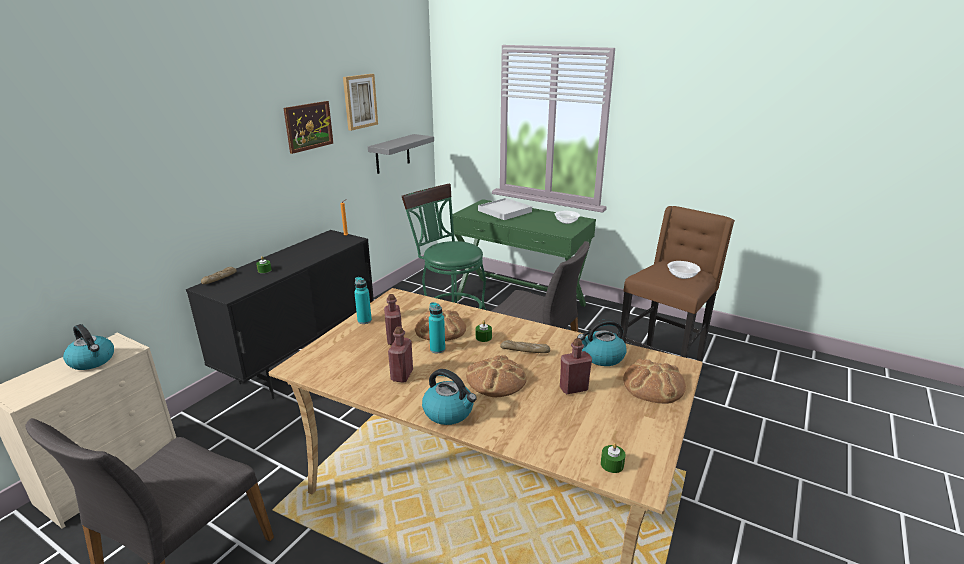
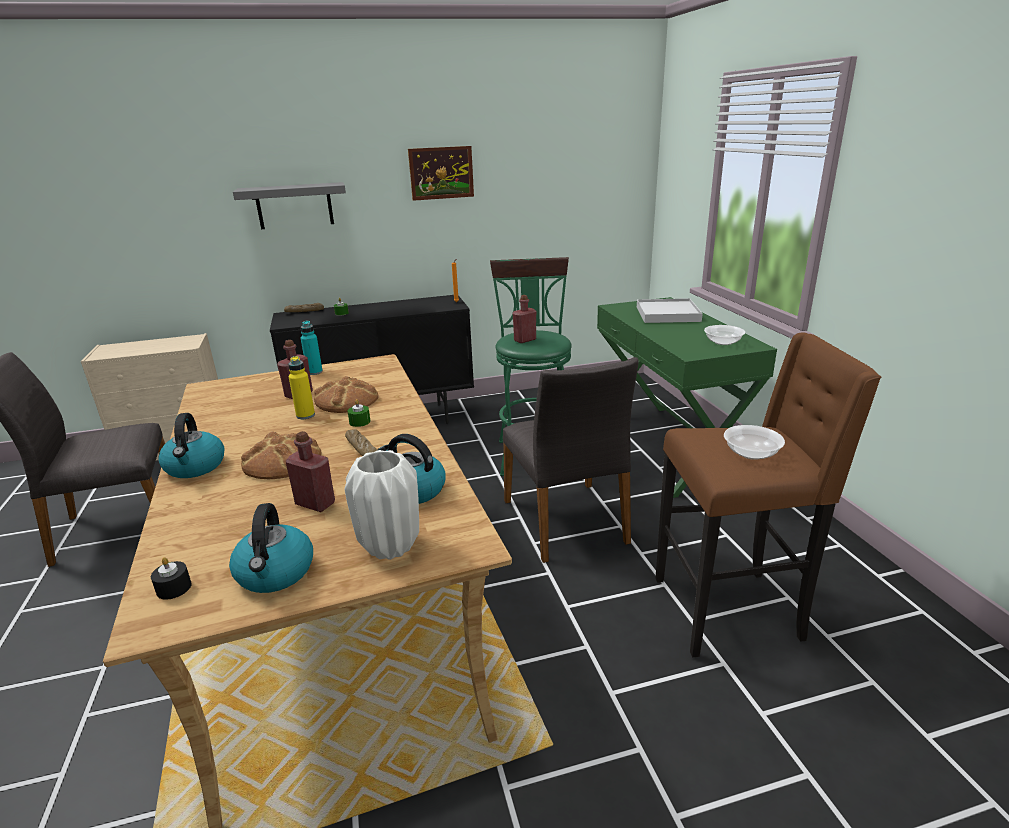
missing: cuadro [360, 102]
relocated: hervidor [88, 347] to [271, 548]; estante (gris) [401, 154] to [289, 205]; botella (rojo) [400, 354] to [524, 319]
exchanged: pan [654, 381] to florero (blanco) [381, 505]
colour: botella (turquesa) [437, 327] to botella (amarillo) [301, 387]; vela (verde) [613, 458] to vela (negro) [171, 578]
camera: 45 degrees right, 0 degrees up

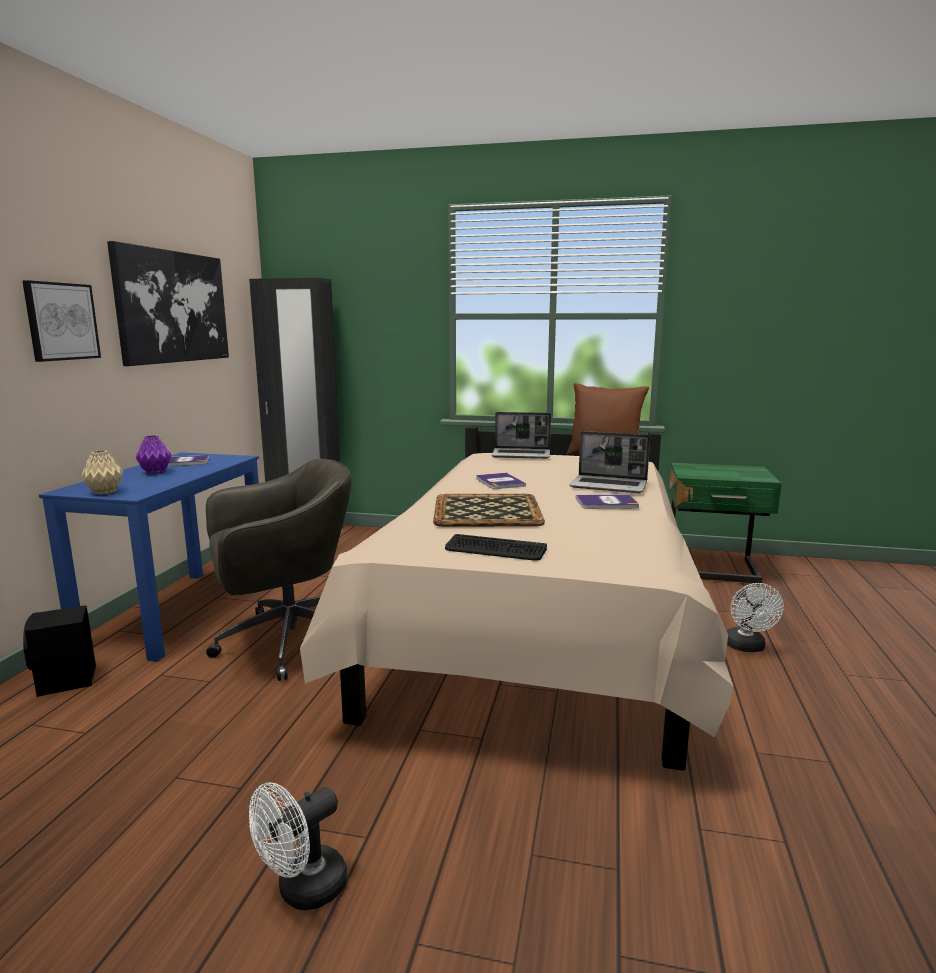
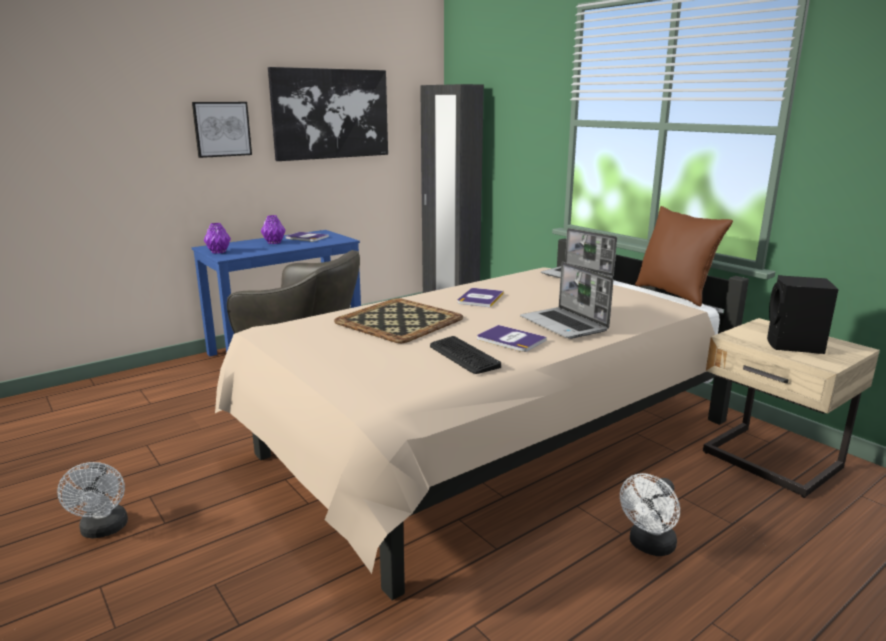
relocated: altavoz (negro) [59, 651] to [803, 314]; teclado [496, 547] to [465, 355]
colour: florero (beis) [102, 472] to florero (morado) [217, 238]; mesita de noche (verde) [725, 524] to mesita de noche (beis) [791, 408]
spun: ventilador (blanco) [298, 846] = [92, 500] 105 degrees counterclockwise
camera: 40 degrees right, 5 degrees up

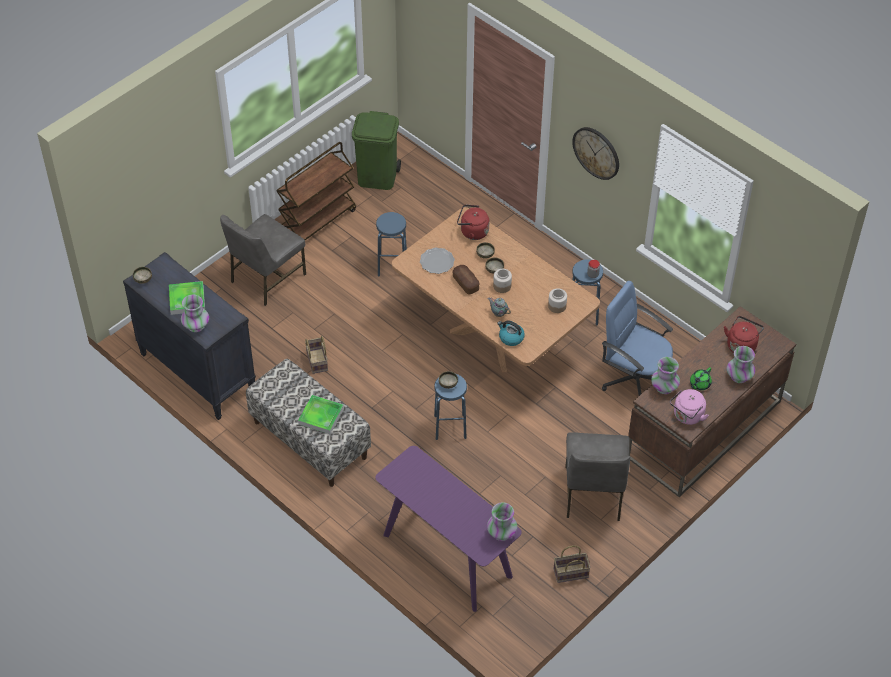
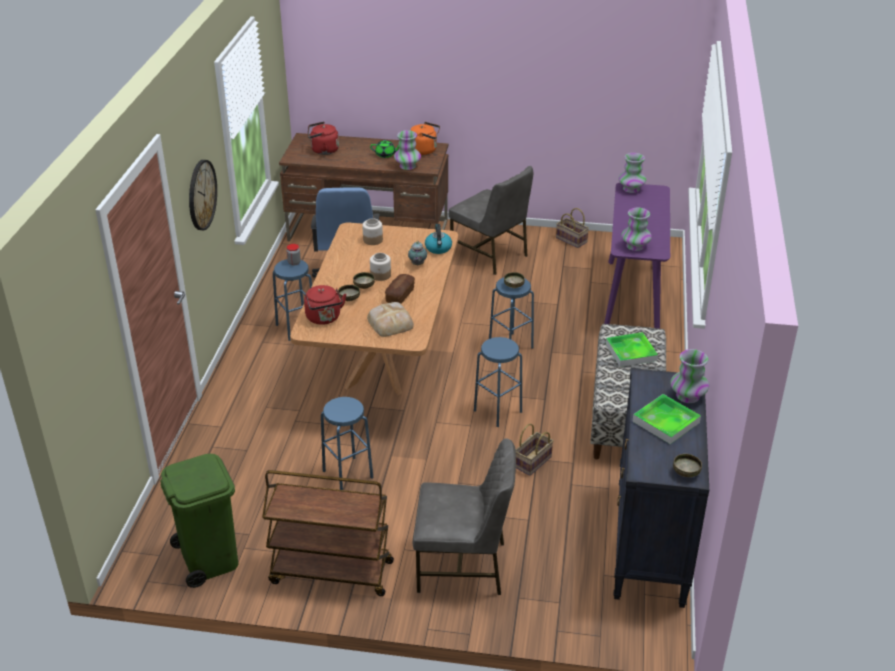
appeared: taburete (azul) [498, 382]
relocated: florero [741, 364] to [636, 229]
exchanged: plato [437, 261] to pan [390, 319]
colour: hervidor (rosa) [689, 407] to hervidor (naranja) [425, 138]
spun: silla (gris) [597, 476] = [491, 220] 75 degrees clockwise
camera: 125 degrees left, 15 degrees down

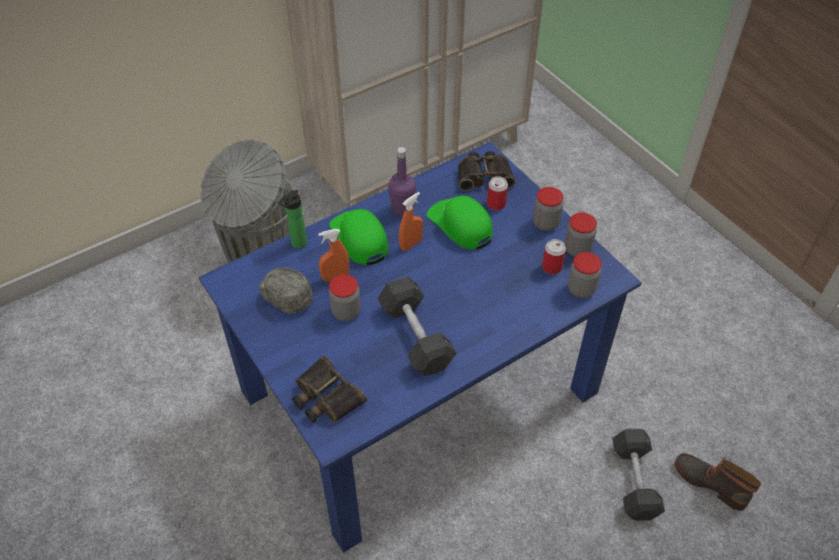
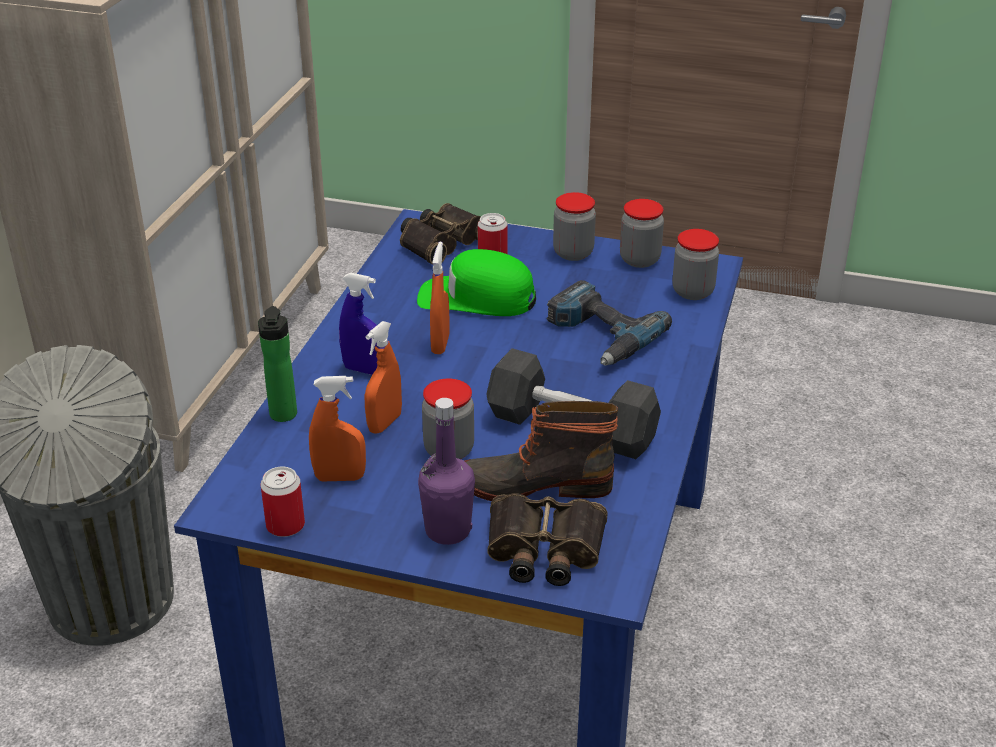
missing: mancuerna (gris) [638, 475]
appeared: taladro [609, 322]
relocated: botella (morado) [402, 181] to [446, 471]; lata [554, 256] to [283, 502]; bota [718, 482] to [541, 451]
exchanged: gorra (gris) [286, 291] to pulverizador (naranja) [337, 429]; gorra (verde) [358, 237] to pulverizador (azul) [358, 324]
camera: 40 degrees left, 15 degrees down

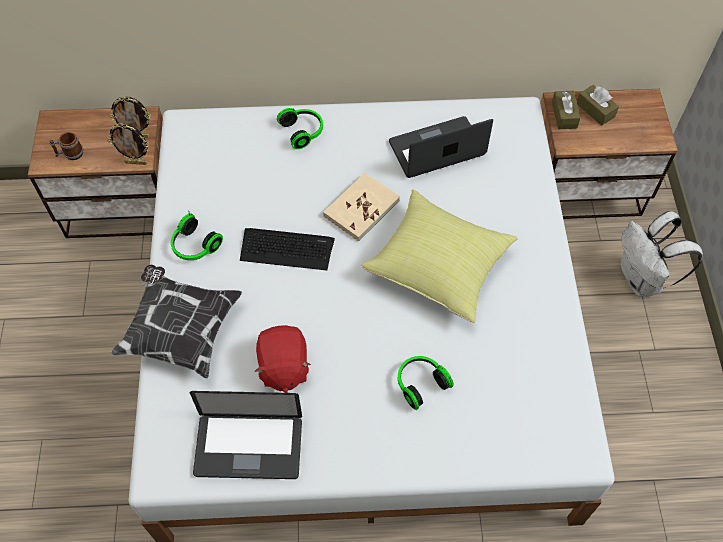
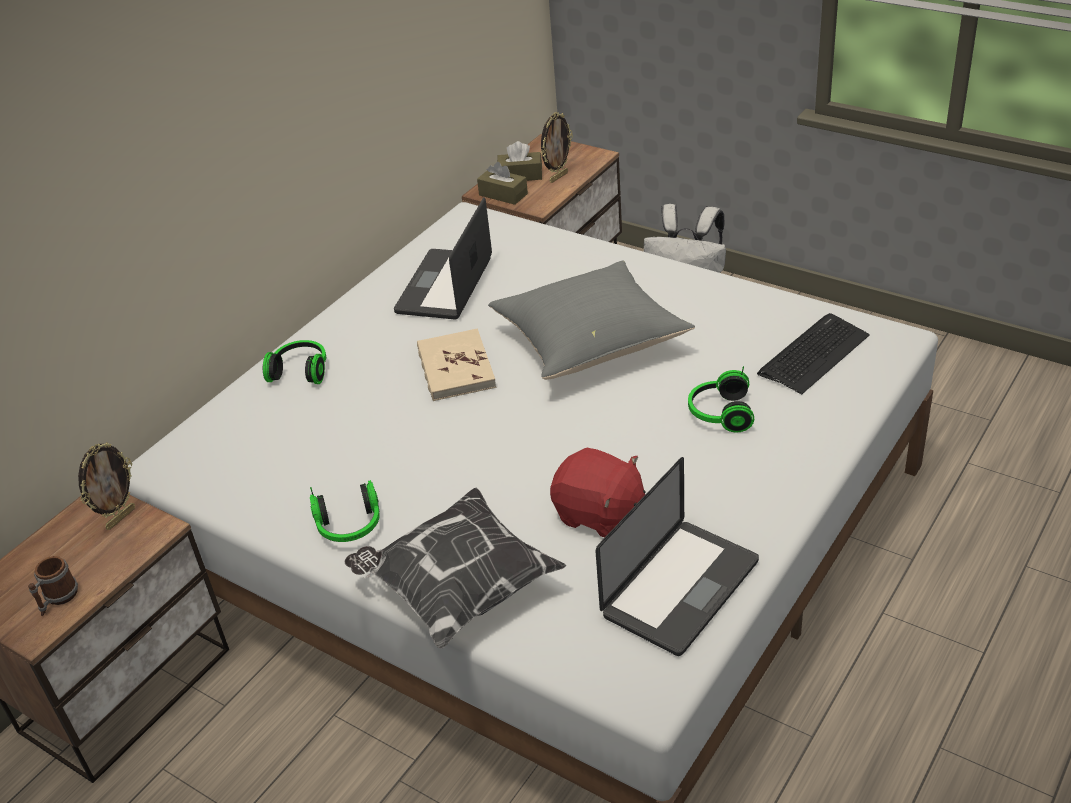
relocated: portarretratos [128, 144] to [557, 147]; teclado [287, 249] to [813, 353]
colour: cojín (amarillo) [439, 256] to cojín (gris) [591, 320]
camera: 50 degrees left, 20 degrees down

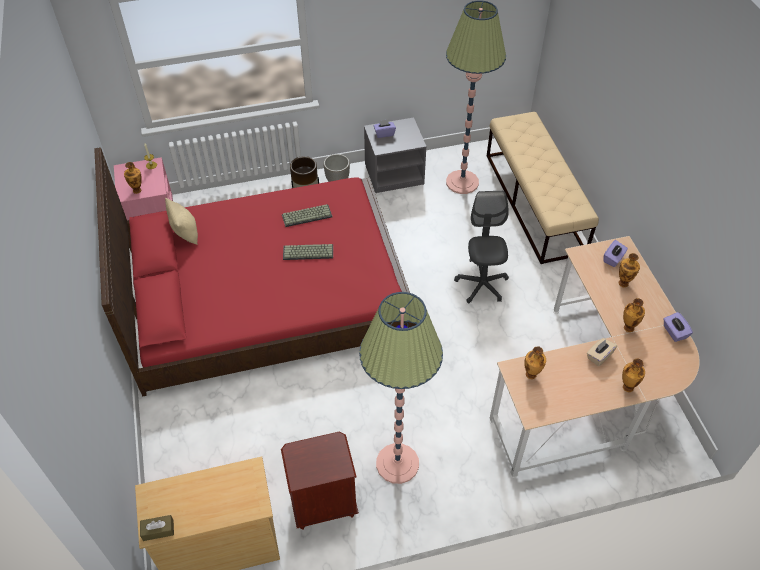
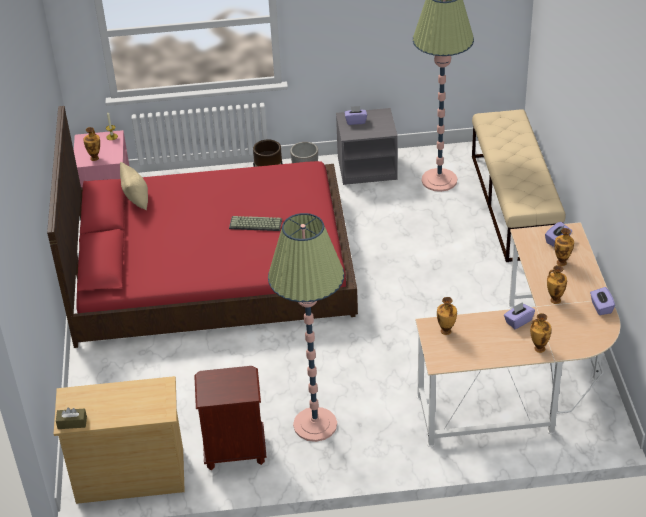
missing: teclado [307, 215]; silla de oficina (gris) [481, 247]
colour: caja de pañuelos (beis) [602, 352] to caja de pañuelos (morado) [519, 315]
camera: 10 degrees right, 10 degrees down

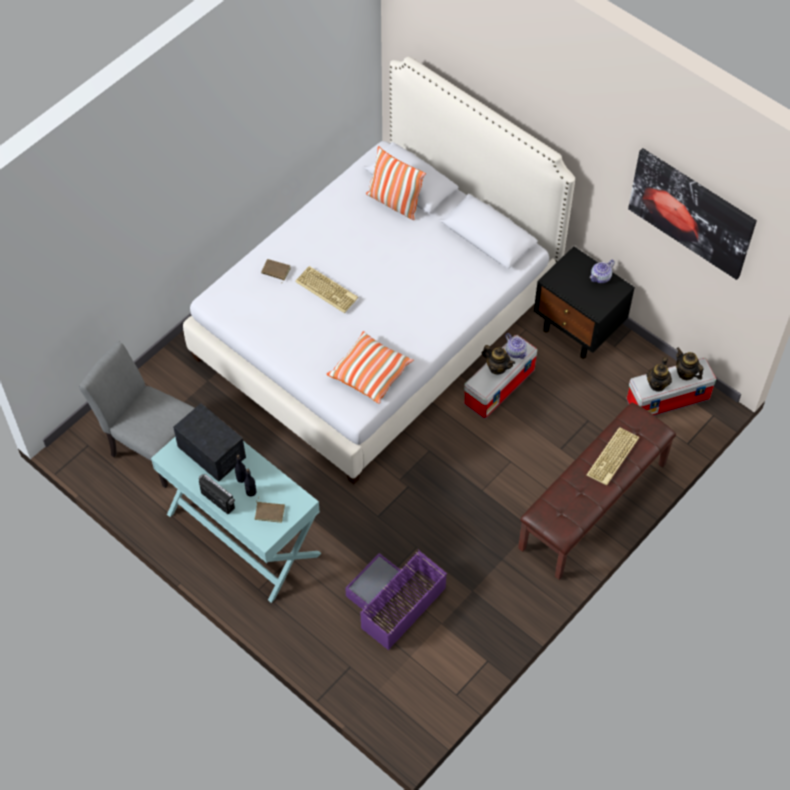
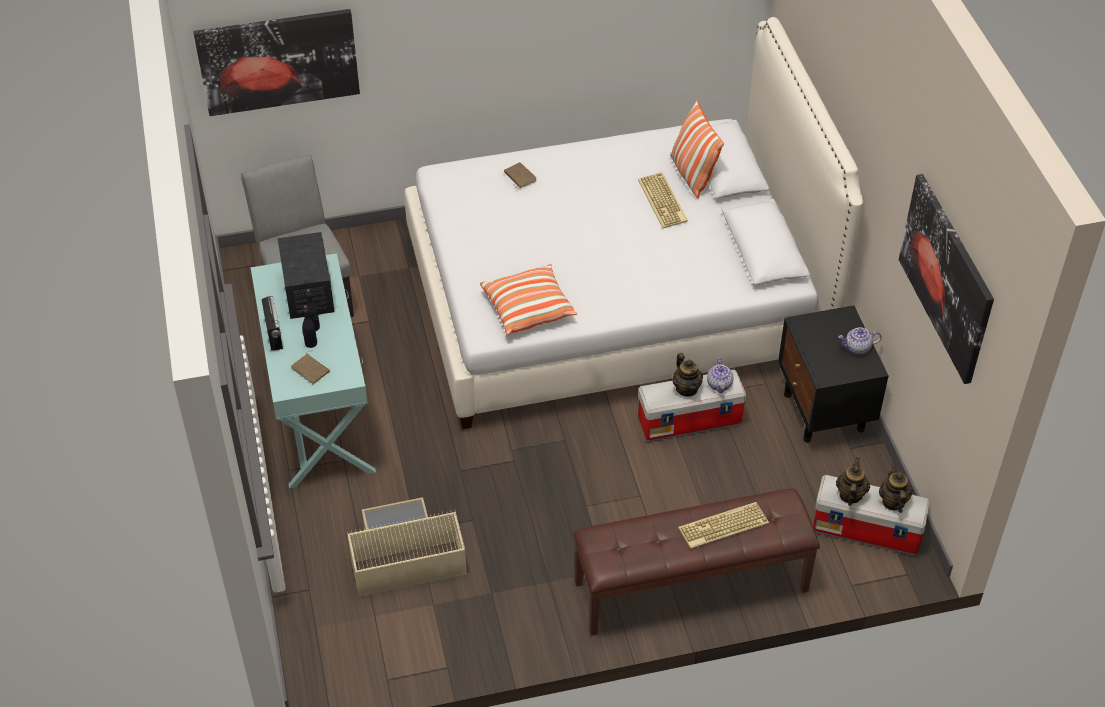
appeared: cuadro [276, 62]
relocated: teclado [326, 289] to [663, 200]
colour: caja de almacenaje (morado) [396, 600] to caja de almacenaje (beis) [407, 547]
spun: tetera [659, 374] = [853, 481] 135 degrees clockwise
camera: 35 degrees right, 10 degrees down

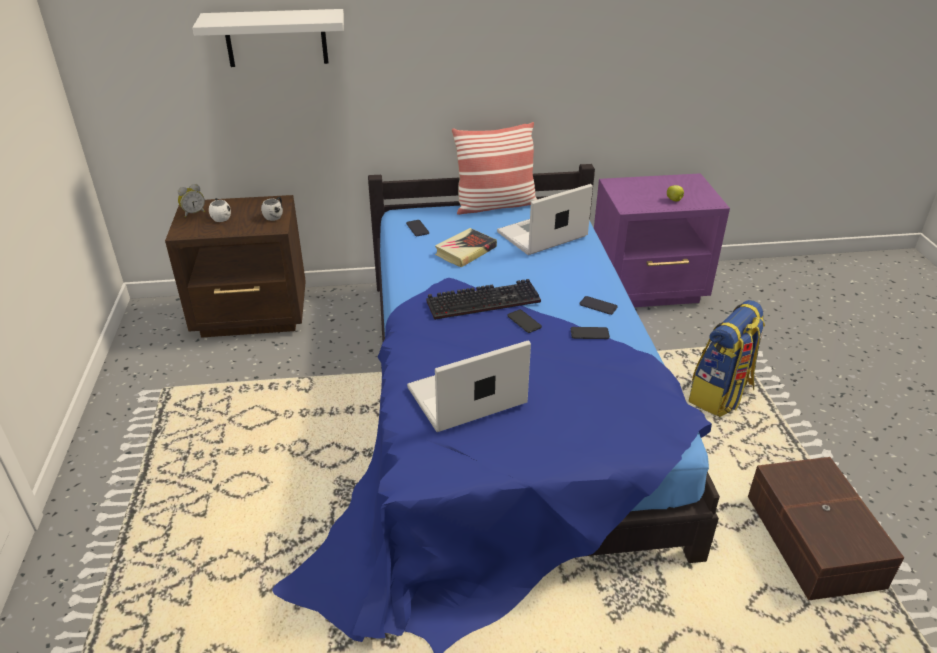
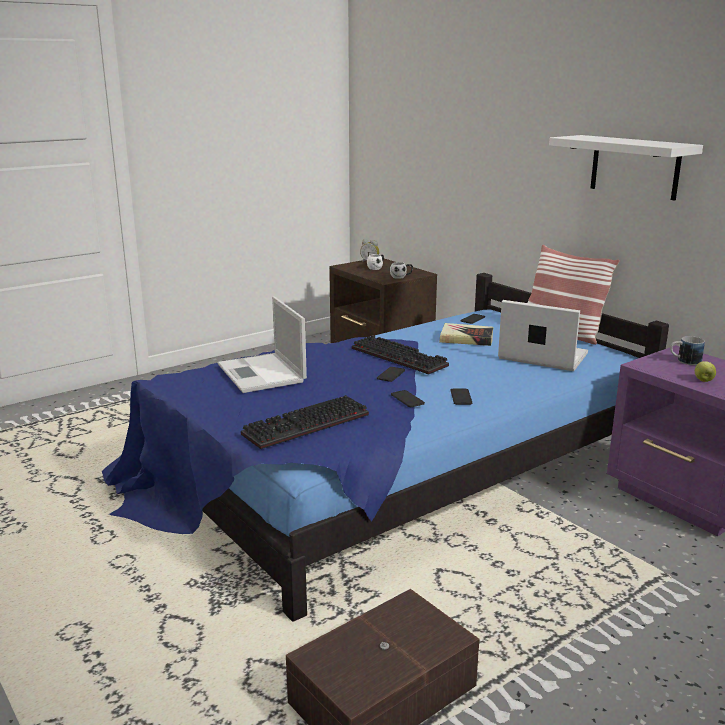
missing: mochila [727, 358]
appeared: teclado [305, 422]; taza grande [687, 350]
relocated: estante (blanco) [268, 38] to [626, 167]
spun: portátil [469, 386] = [262, 345] 150 degrees counterclockwise
camera: 60 degrees right, 15 degrees down

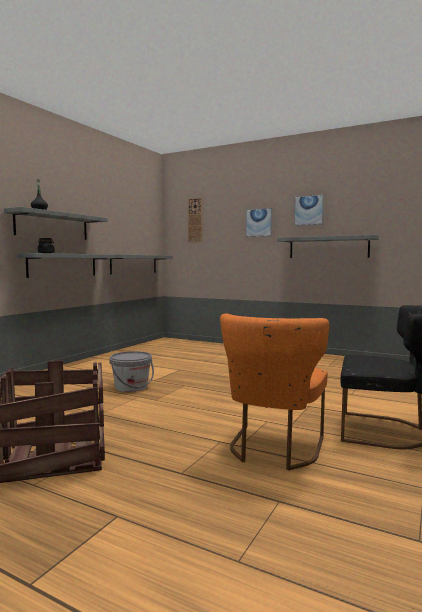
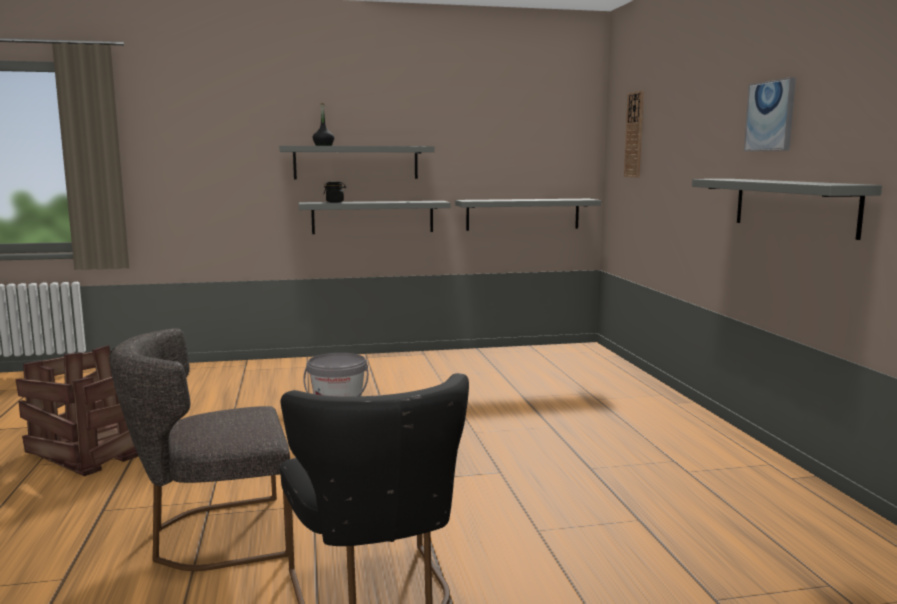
missing: cuadro [259, 222]
colour: silla (naranja) [274, 391] to silla (gris) [199, 449]
camera: 50 degrees right, 5 degrees up

